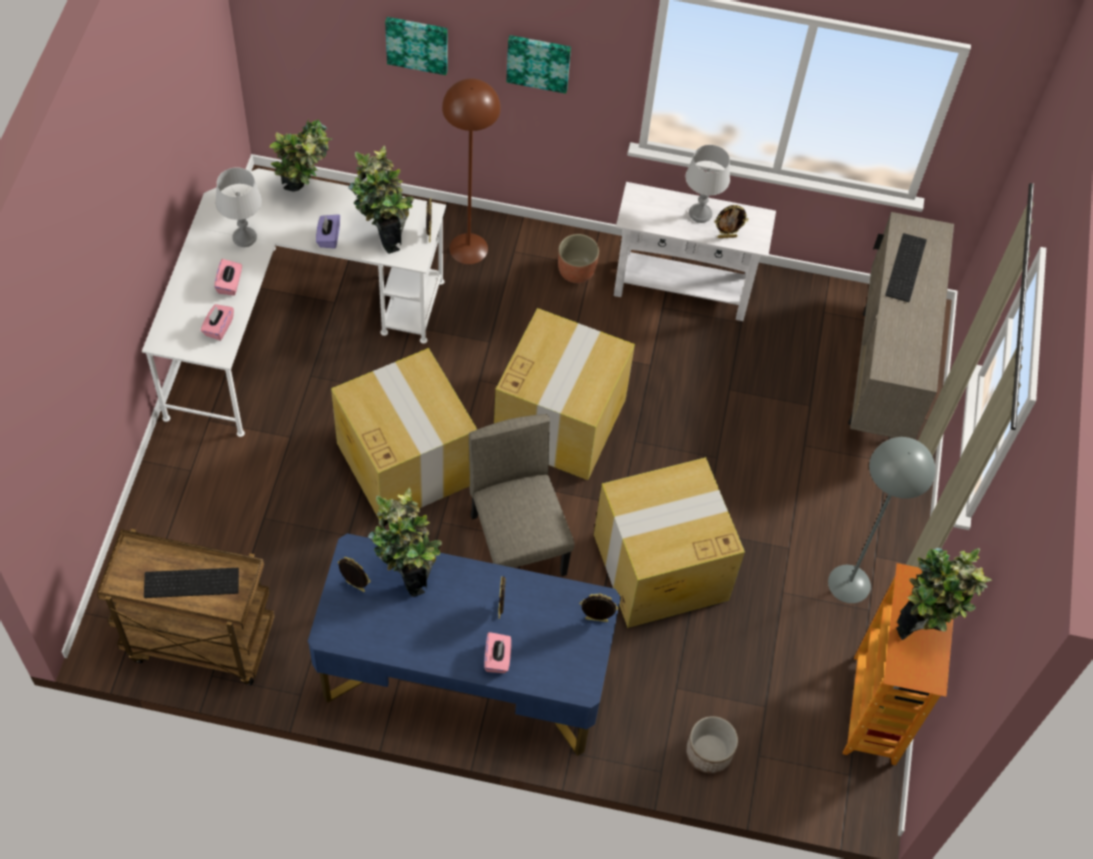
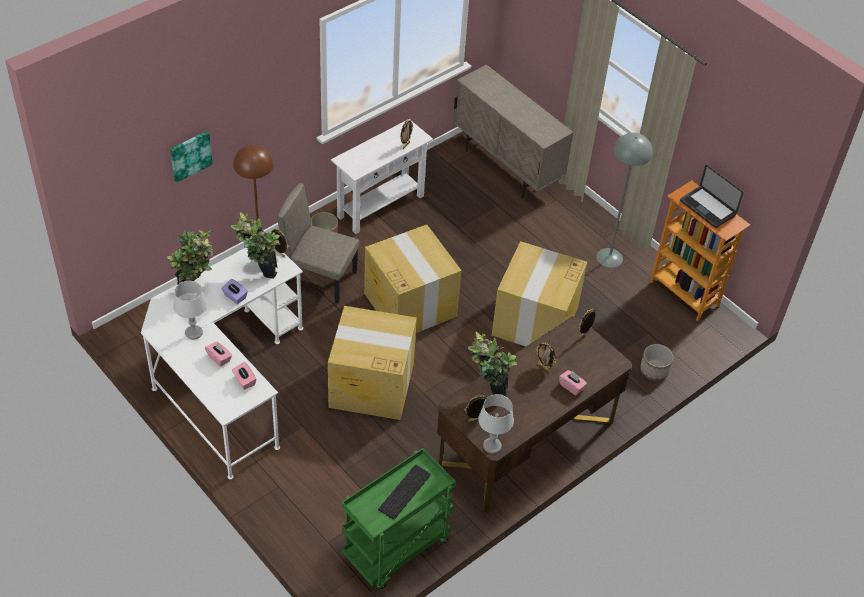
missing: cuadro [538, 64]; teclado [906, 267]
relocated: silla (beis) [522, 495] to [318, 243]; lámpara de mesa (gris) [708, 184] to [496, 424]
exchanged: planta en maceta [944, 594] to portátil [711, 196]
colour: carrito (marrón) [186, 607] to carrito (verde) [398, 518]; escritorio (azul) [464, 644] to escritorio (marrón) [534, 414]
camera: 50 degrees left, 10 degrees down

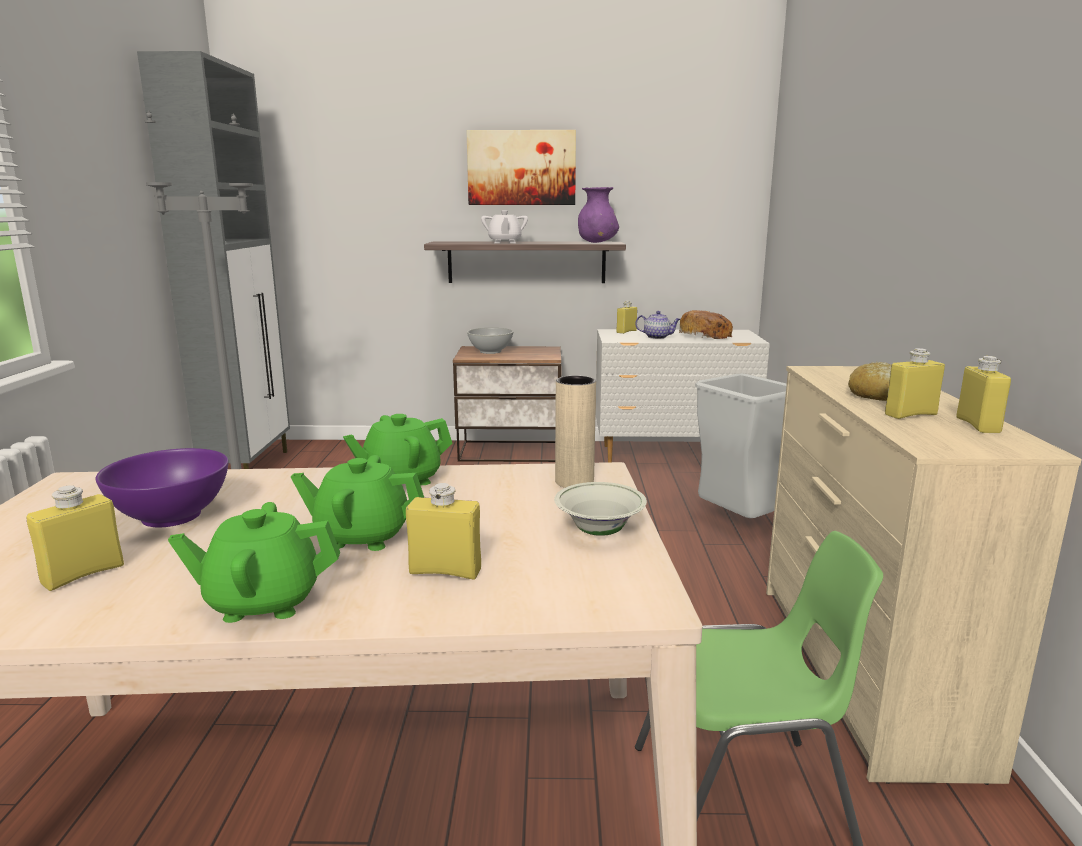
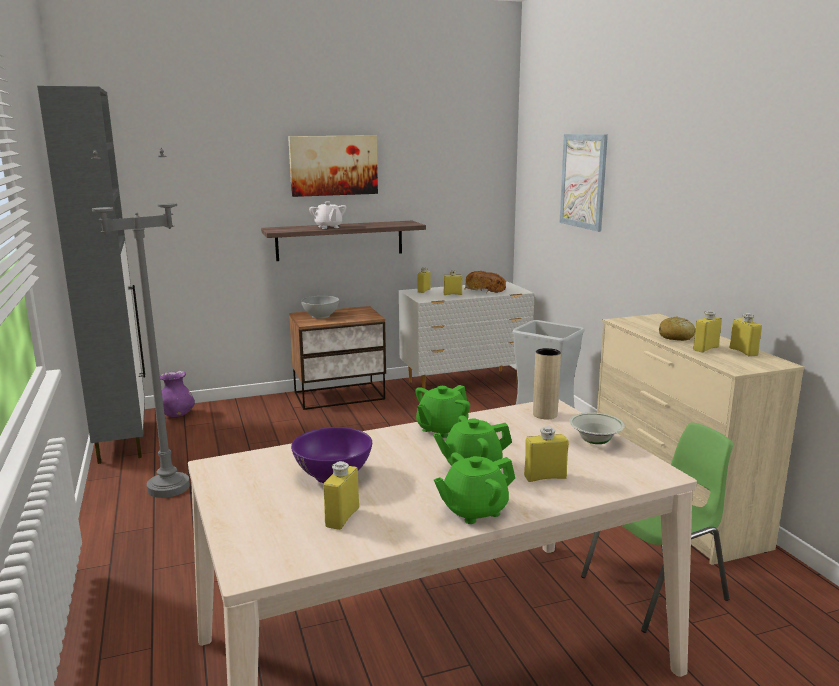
appeared: cuadro [584, 183]
relocated: florero (morado) [598, 215] to [177, 394]
exchanged: tetera [657, 325] to botella (amarillo) [453, 282]
camera: 20 degrees left, 0 degrees up

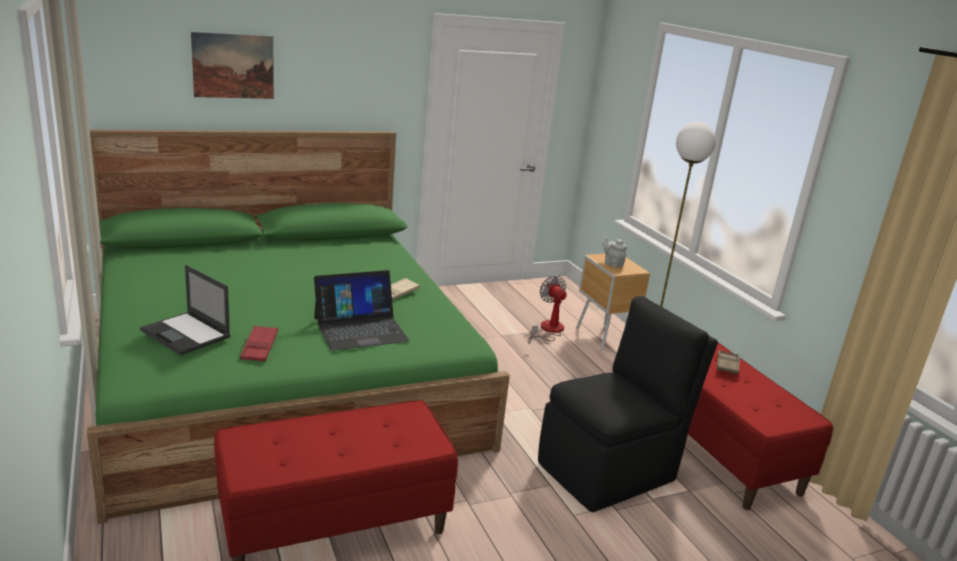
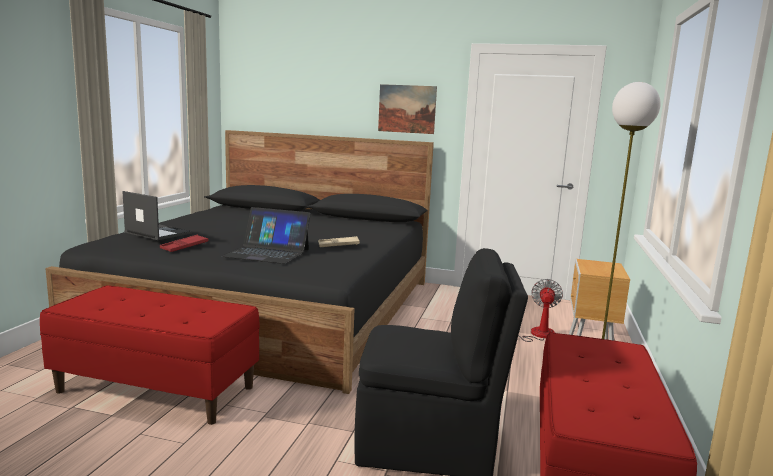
missing: tetera (gris) [615, 253]; bandeja (marrón) [728, 362]
relocated: cuadro [232, 65] to [407, 109]
colour: cama (verde) [298, 327] to cama (negro) [239, 262]
spun: portátil [185, 310] = [157, 215] 135 degrees clockwise
camera: 40 degrees right, 10 degrees down

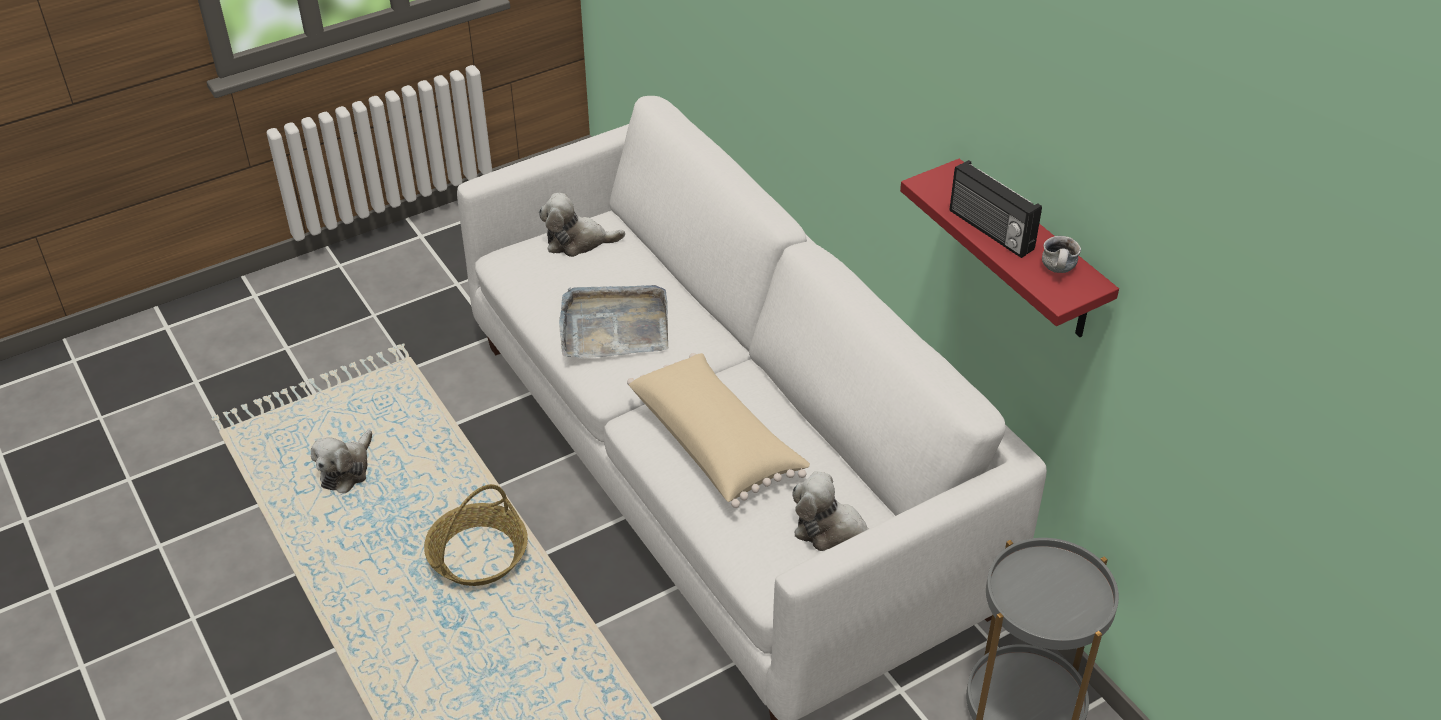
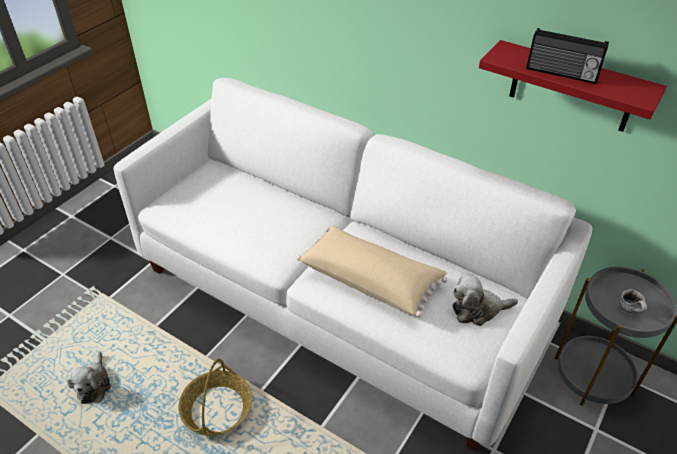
missing: peluche [582, 225]; bandeja (gris) [613, 321]
relocated: taza grande [1061, 254] to [633, 301]
camera: 25 degrees left, 0 degrees up

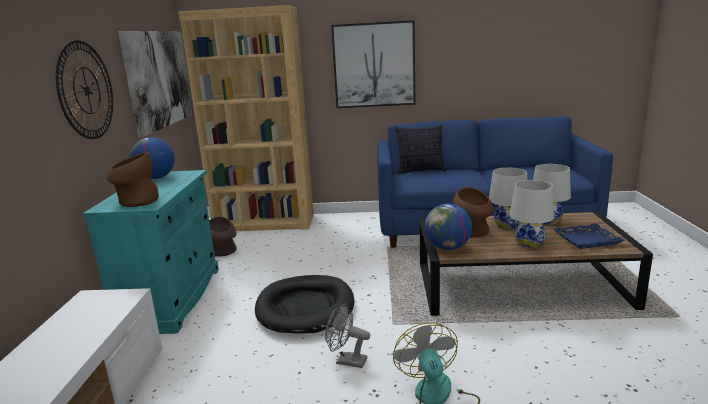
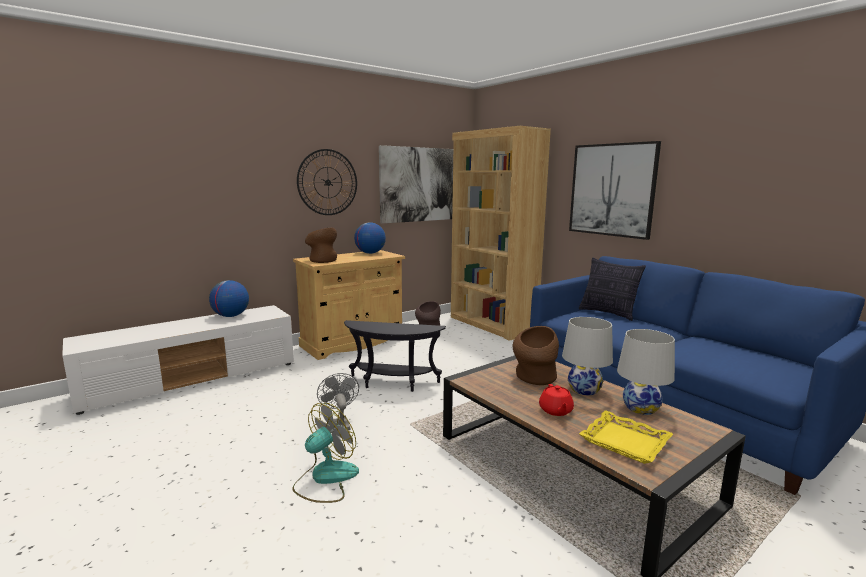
relocated: globo terráqueo [448, 227] to [229, 298]
exchanged: cama para perro (negro) [305, 304] to mesa auxiliar (negro) [395, 356]; lámpara de mesa (blanco) [532, 214] to tetera (rojo) [556, 400]
colour: armario (turquesa) [151, 252] to armario (beis) [349, 305]; bandeja (azul) [589, 236] to bandeja (amarillo) [626, 437]
camera: 50 degrees right, 5 degrees down

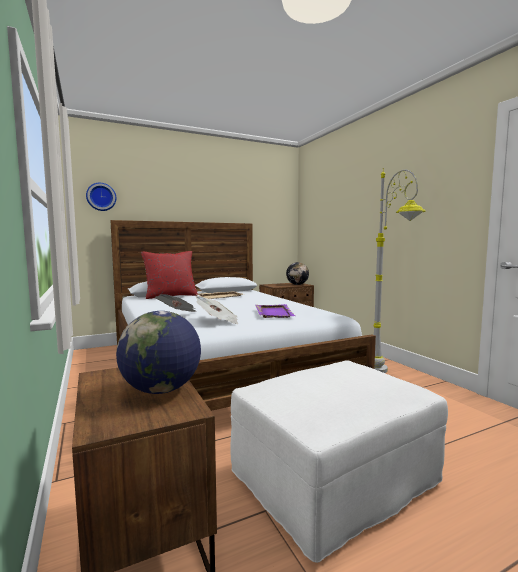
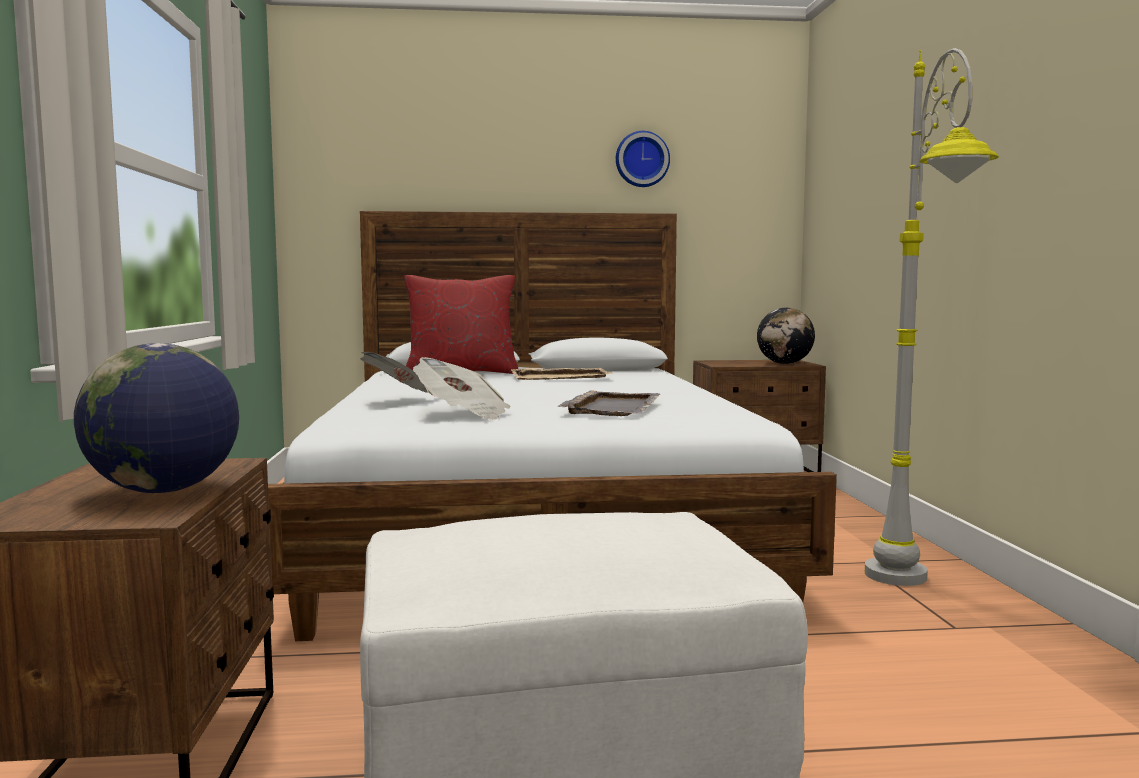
relocated: reloj de pared [101, 197] to [643, 159]
colour: bandeja (morado) [275, 311] to bandeja (gris) [608, 403]
camera: 20 degrees right, 0 degrees up

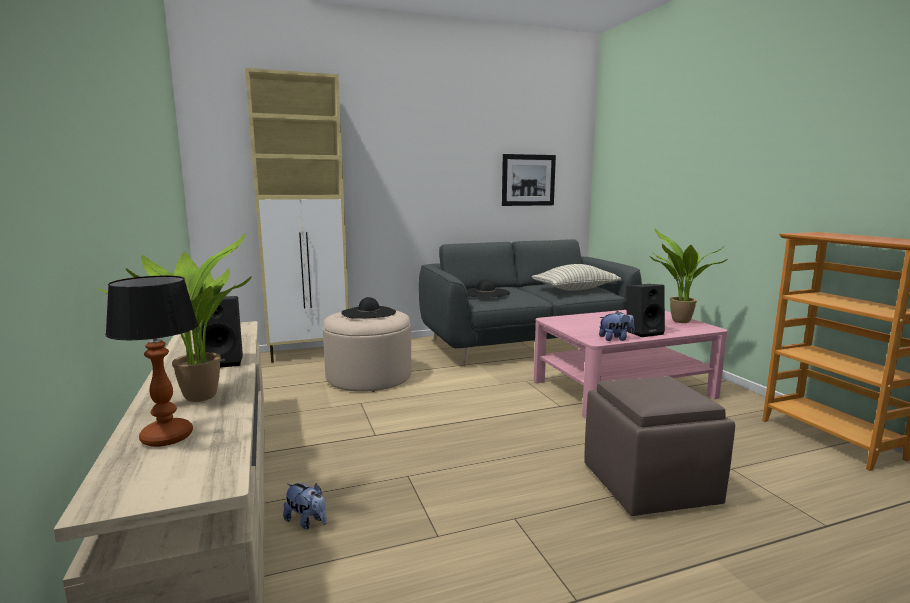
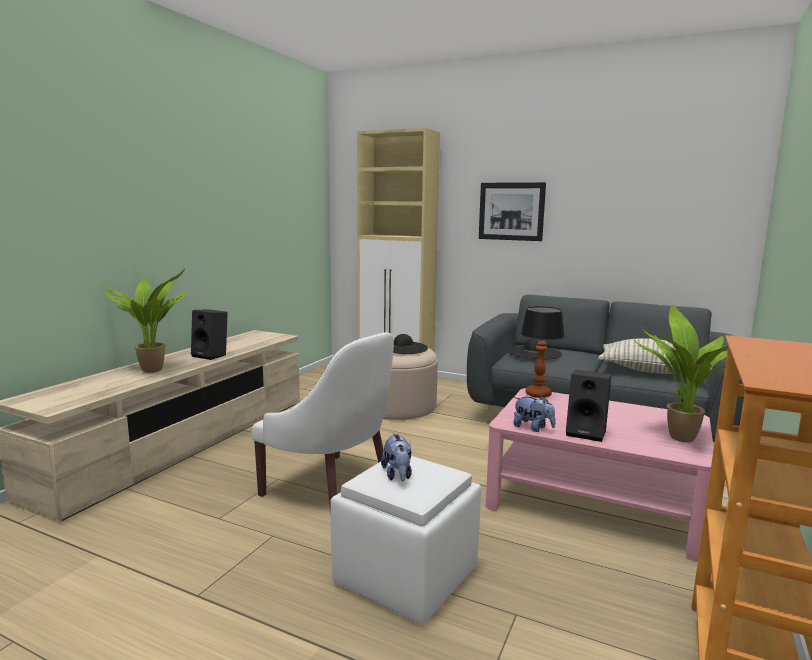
appeared: sillón (blanco) [323, 418]
relocated: lámpara de mesa [151, 361] to [543, 352]; peluche [305, 506] to [396, 457]; cuadro [529, 180] to [512, 211]
colour: puf (marrón) [659, 446] to puf (blanco) [405, 540]
camera: 45 degrees right, 0 degrees up

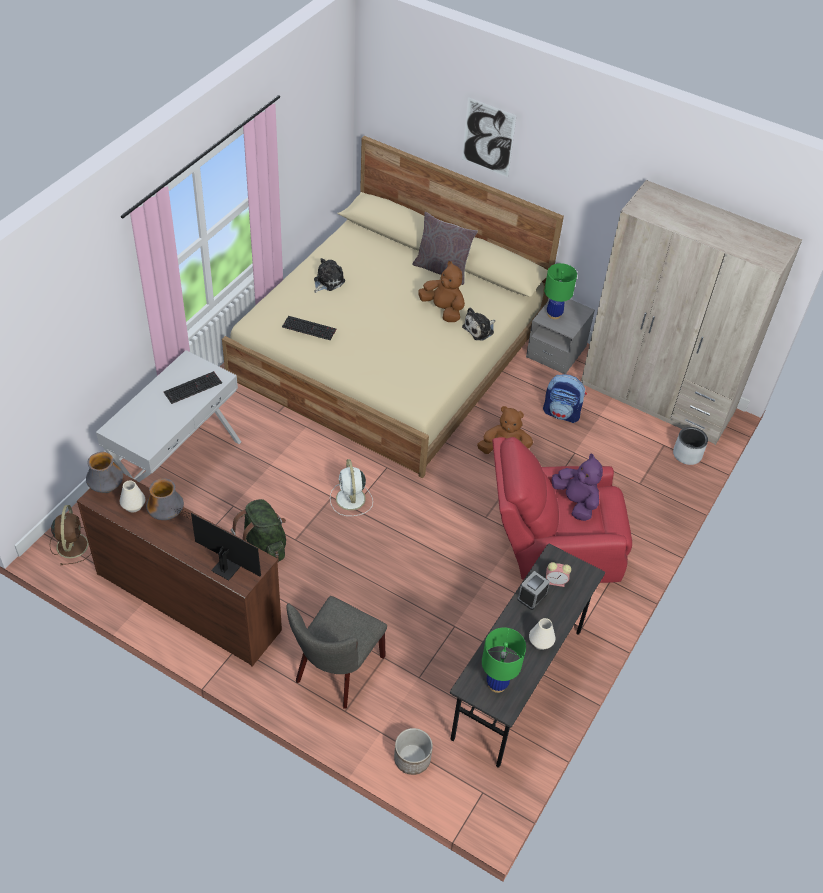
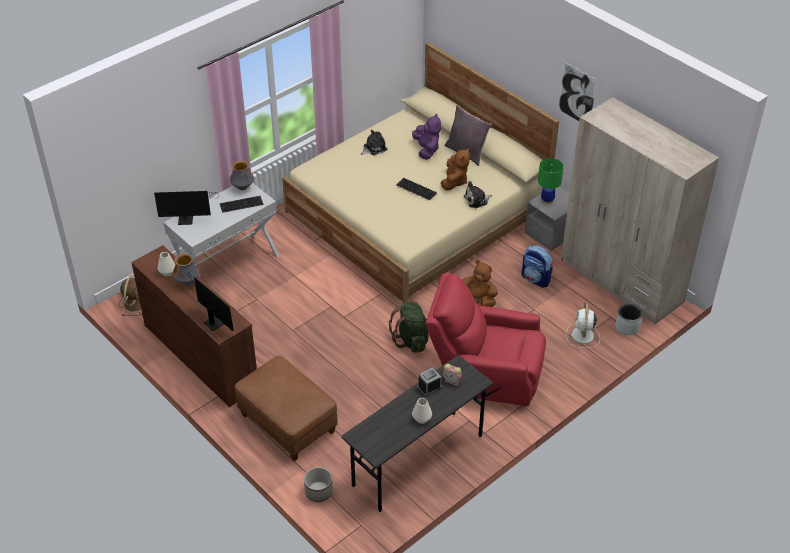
missing: lámpara de mesa (verde) [504, 660]
appeared: monitor [186, 208]
relocated: florero [104, 472] to [242, 175]; mochila (verde) [258, 530] to [409, 327]; teclado [309, 328] to [417, 189]; ventilador (blanco) [351, 487] to [583, 325]; cuadro [489, 137] to [578, 91]; peluche (morado) [577, 487] to [426, 137]
exchanged: silla (gris) [337, 652] to puf (marrón) [286, 408]
spun: peluche (marrón) [441, 291] = [455, 169] 45 degrees clockwise
camera: 20 degrees right, 5 degrees down

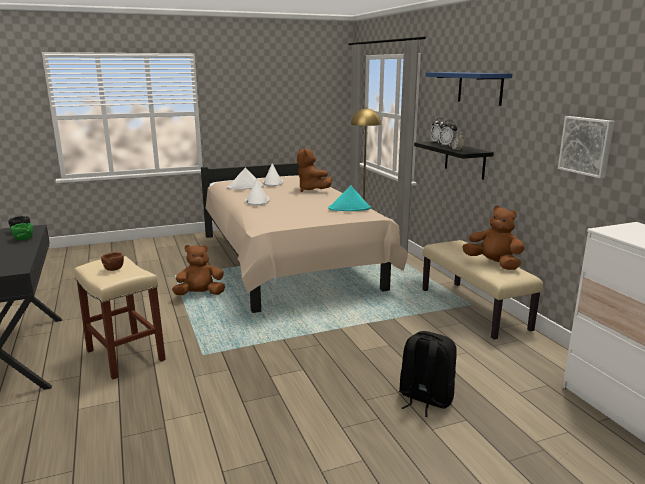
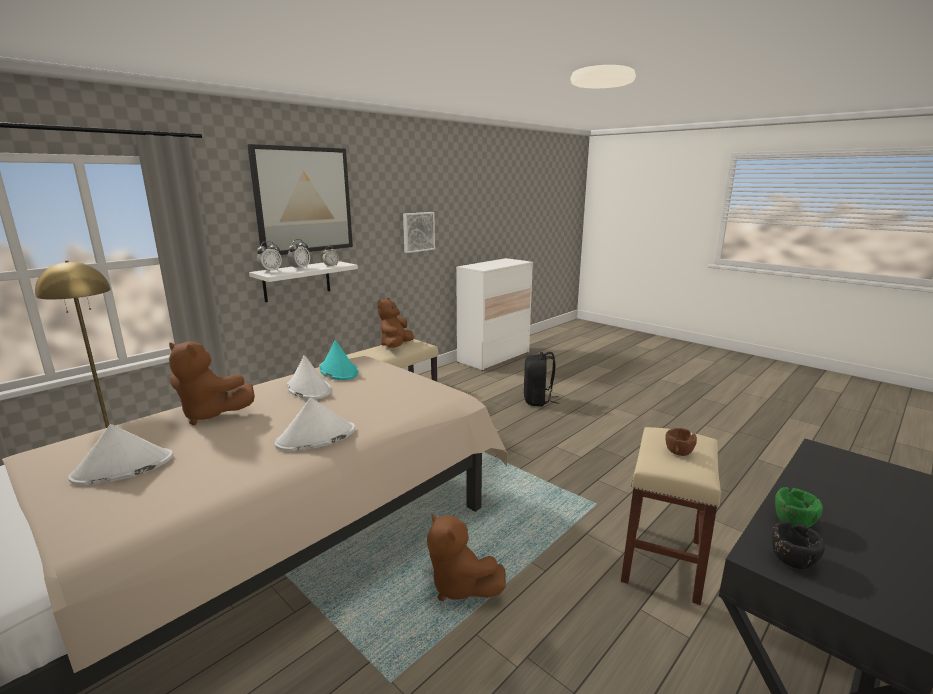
relocated: sombrero (blanco) [245, 178] to [309, 377]
exchanged: estante (azul) [468, 89] to cuadro [300, 199]
colour: estante (negro) [454, 160] to estante (blanco) [303, 281]
spun: peluche (marrón) [314, 170] = [212, 383] 75 degrees clockwise
camera: 115 degrees left, 0 degrees up

